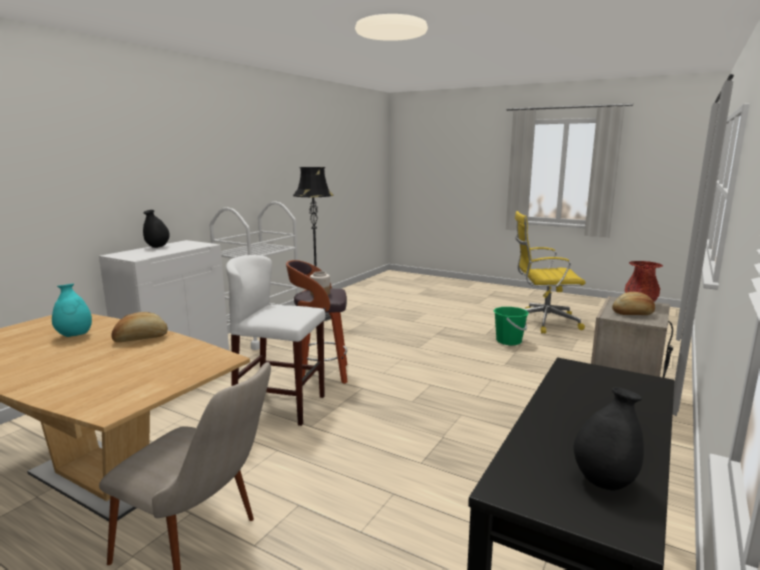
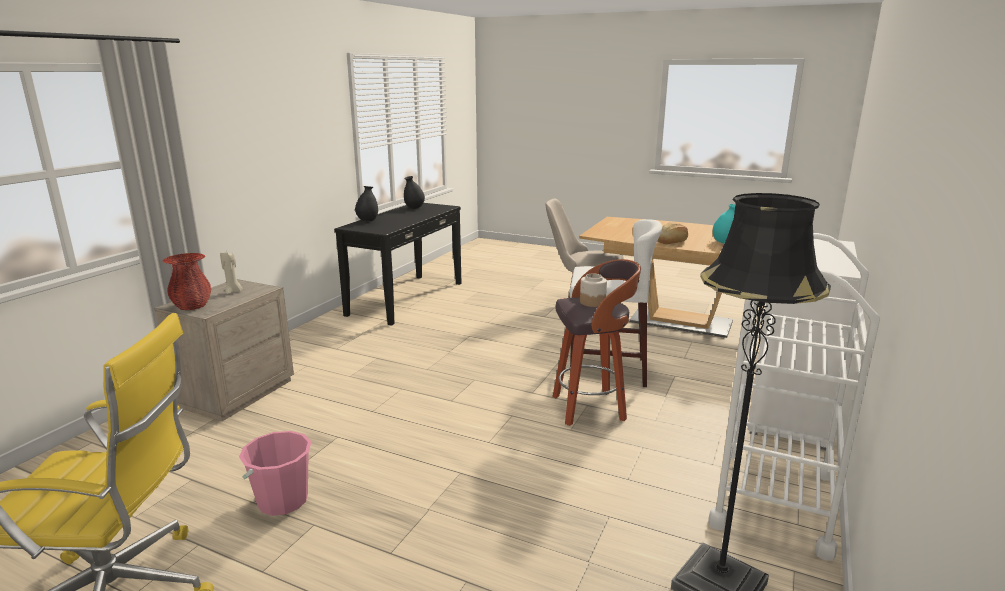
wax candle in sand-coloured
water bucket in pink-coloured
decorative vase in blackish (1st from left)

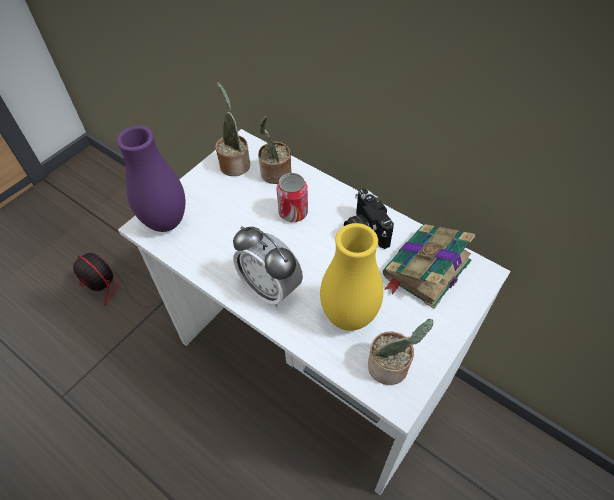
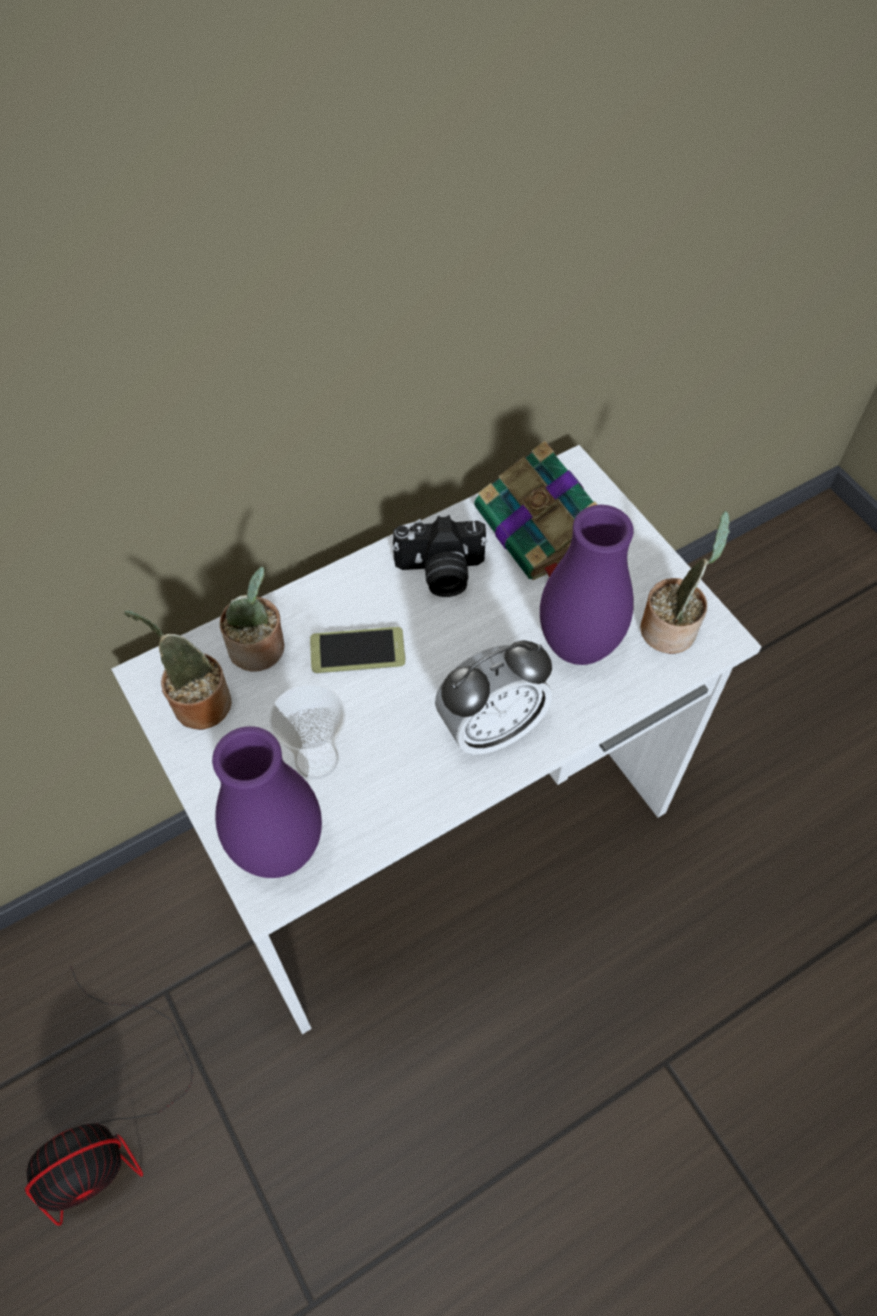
drinking cup
telephone
decorative vase in purple-coloured (2nd from left)

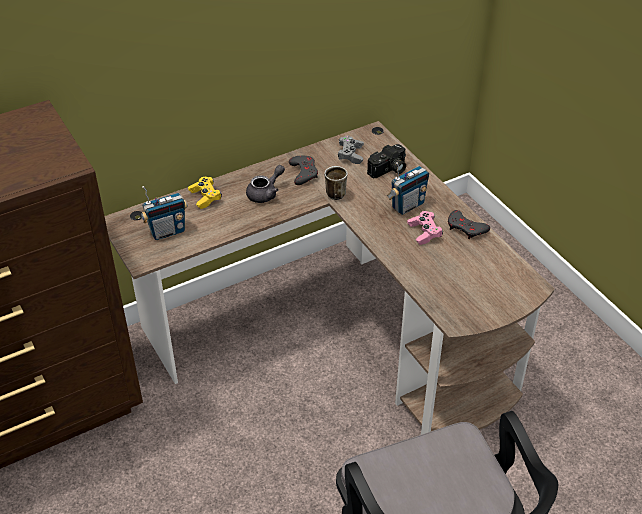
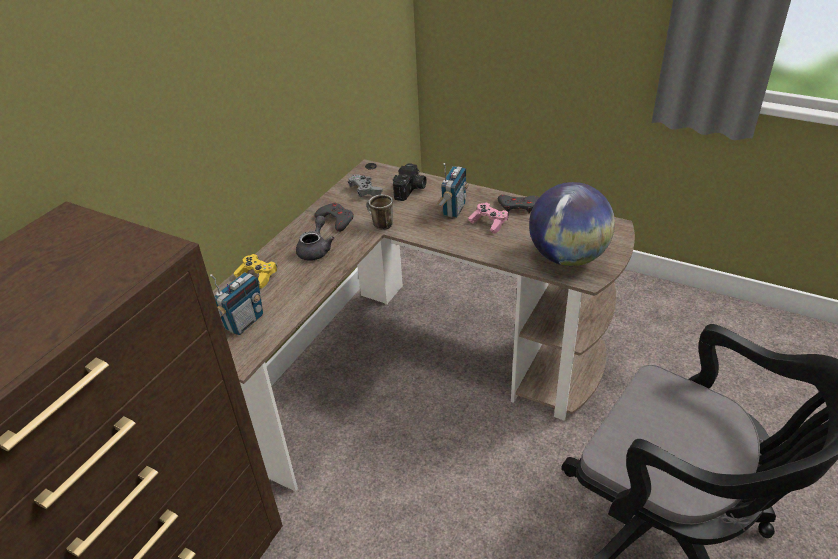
world globe

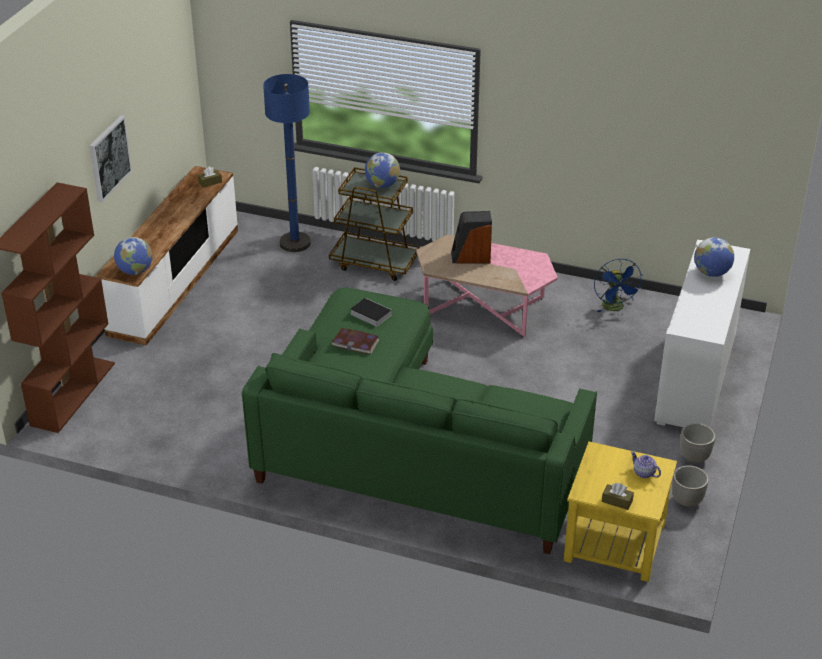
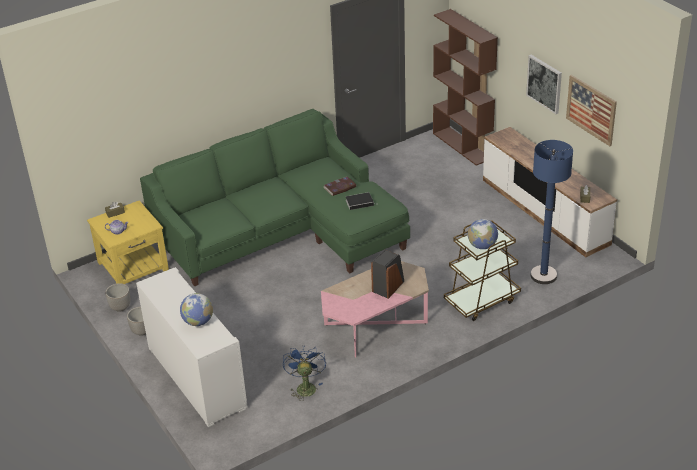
fan in bluish
picture (2nd from left)
world globe (1st from left in the first image)

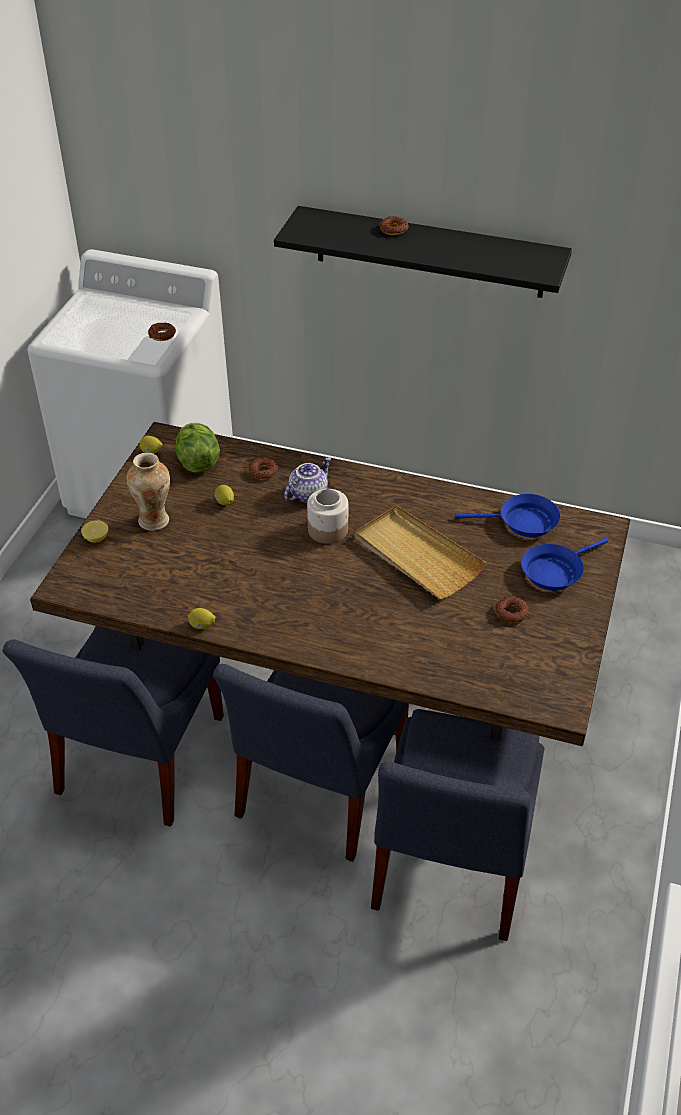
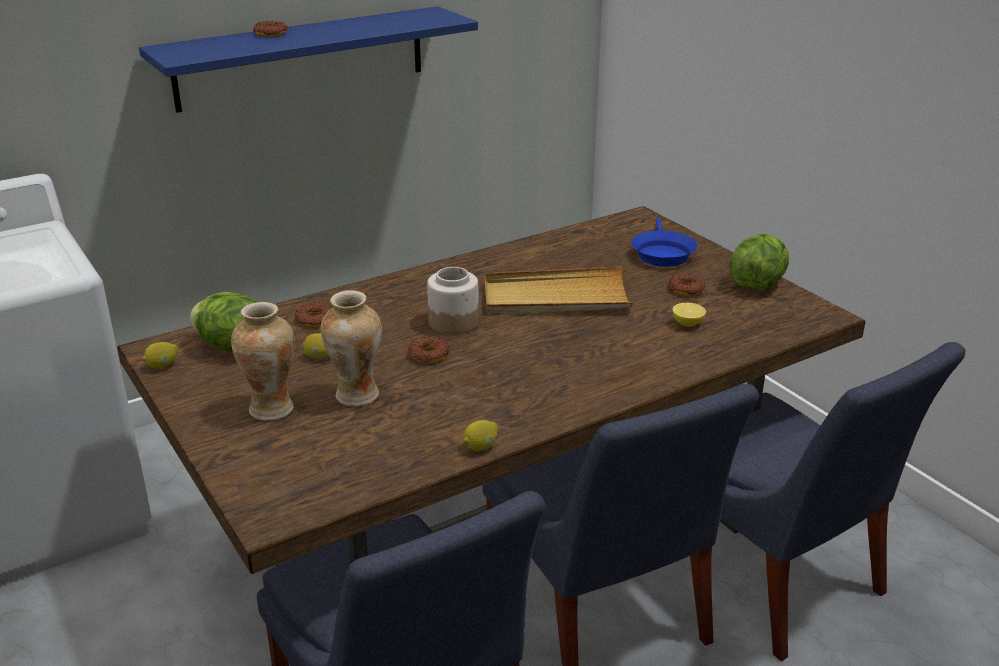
bracket shelf in bluish
decorative vase (2nd from left)
donut (3rd from left)
whole lemon (4th from left)
lettuce head (2nd from left)
tea pot
pan in bluish (1st from left in the first image)

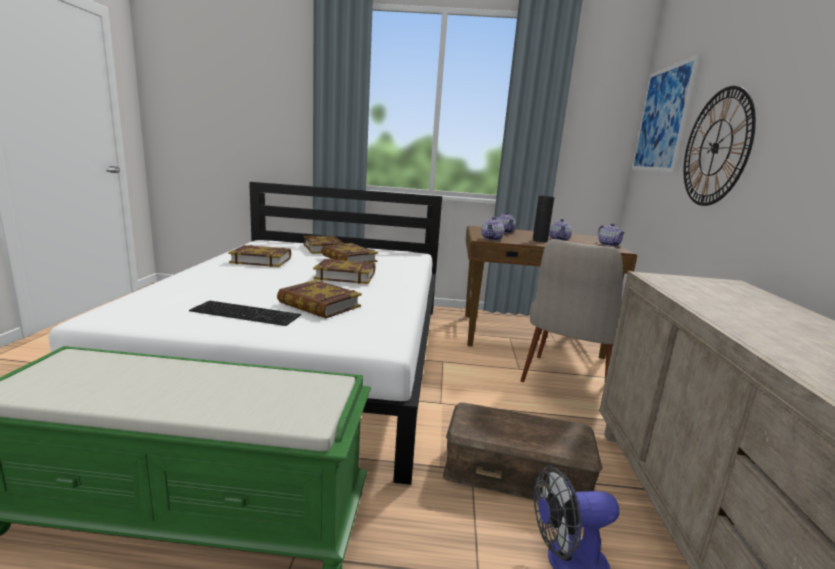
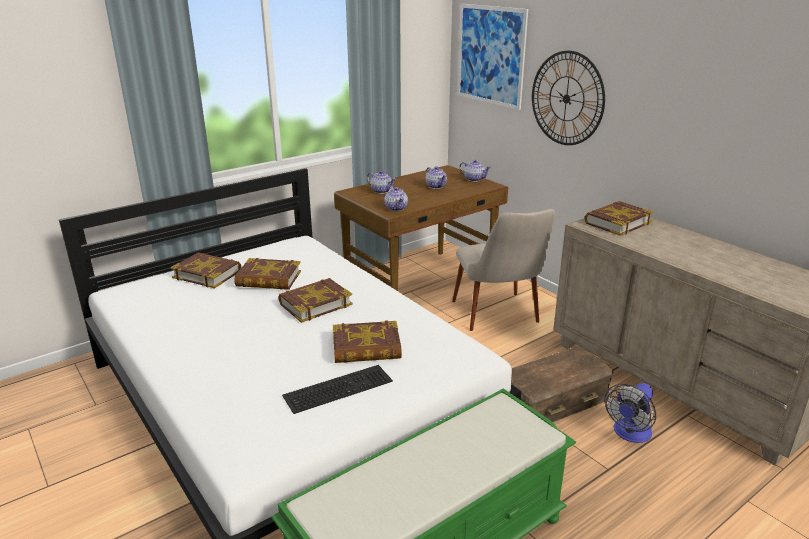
book (5th from left)
decorative vase in blackish

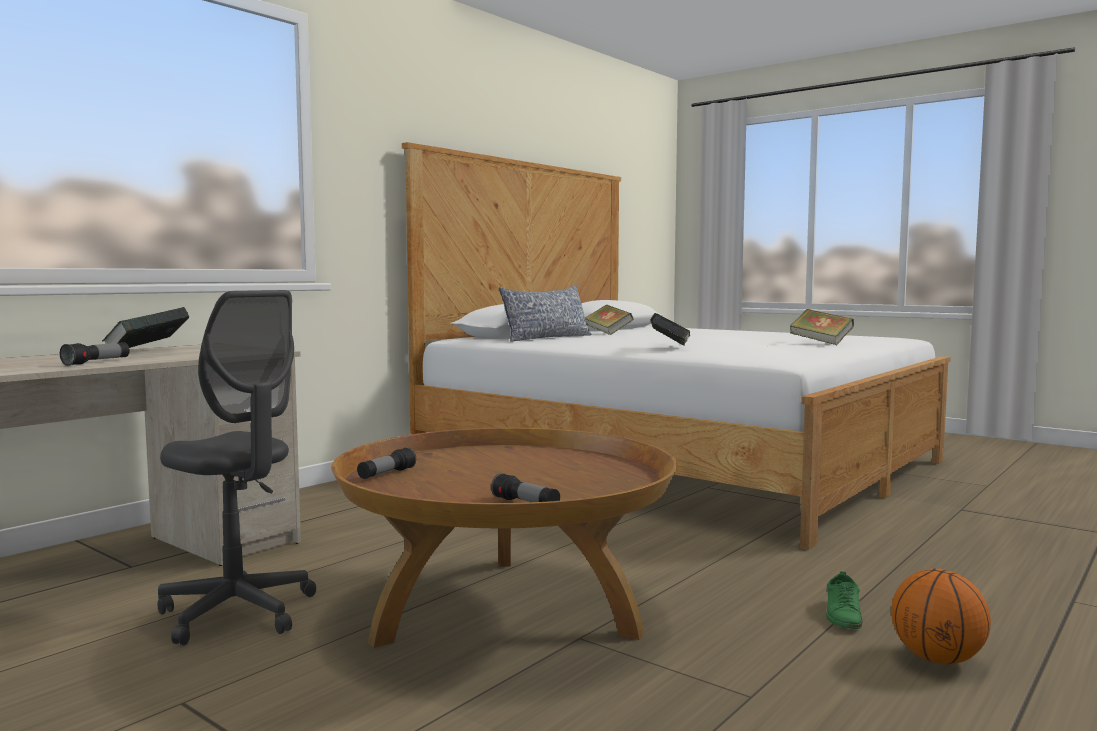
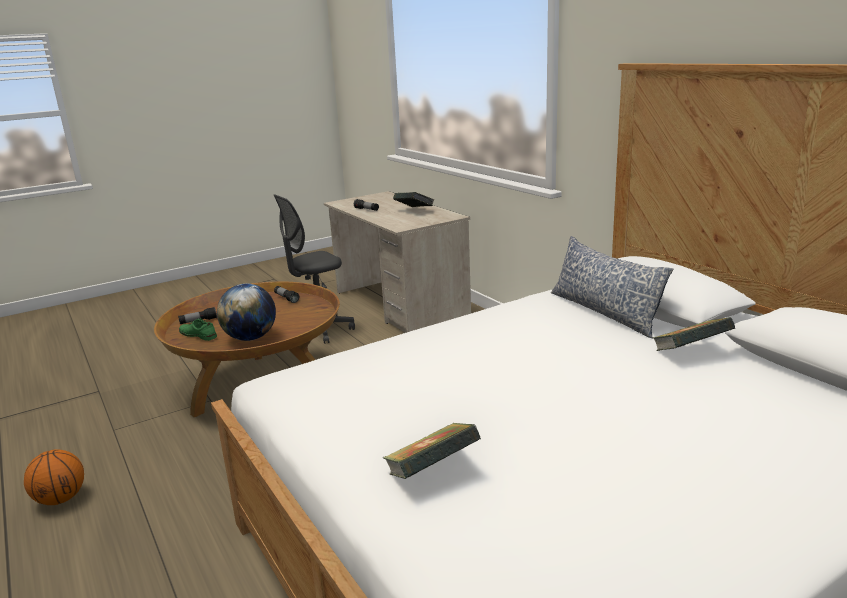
item of footwear in green-coloured
world globe
book (3rd from left in the first image)

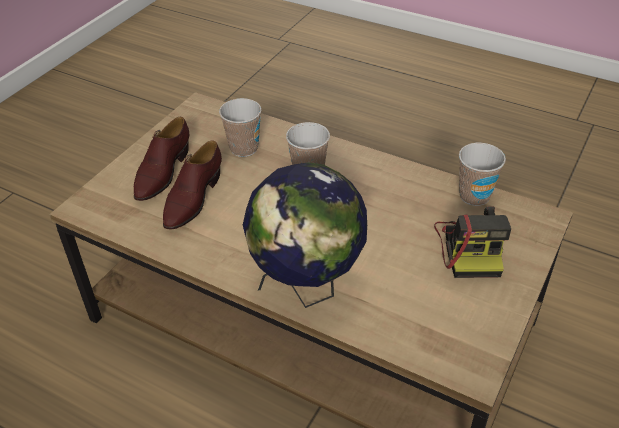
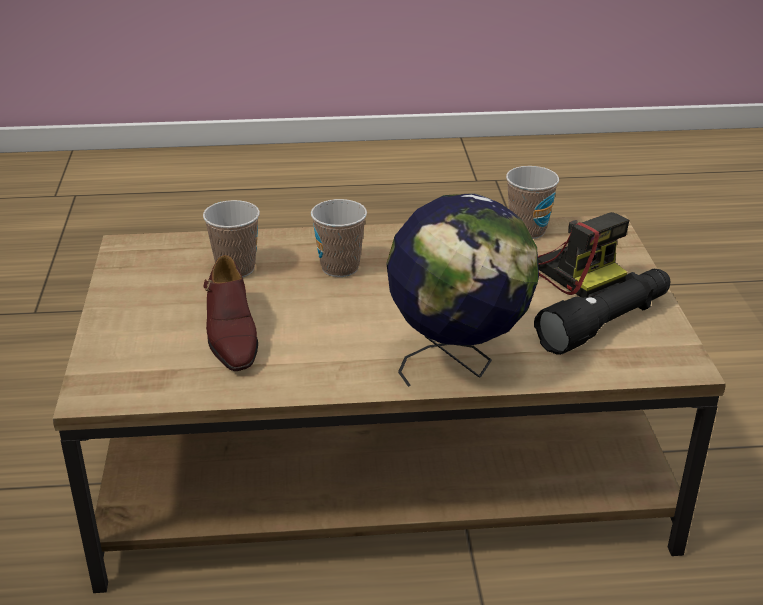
flashlight in blackish
item of footwear in brown (1st from left in the first image)

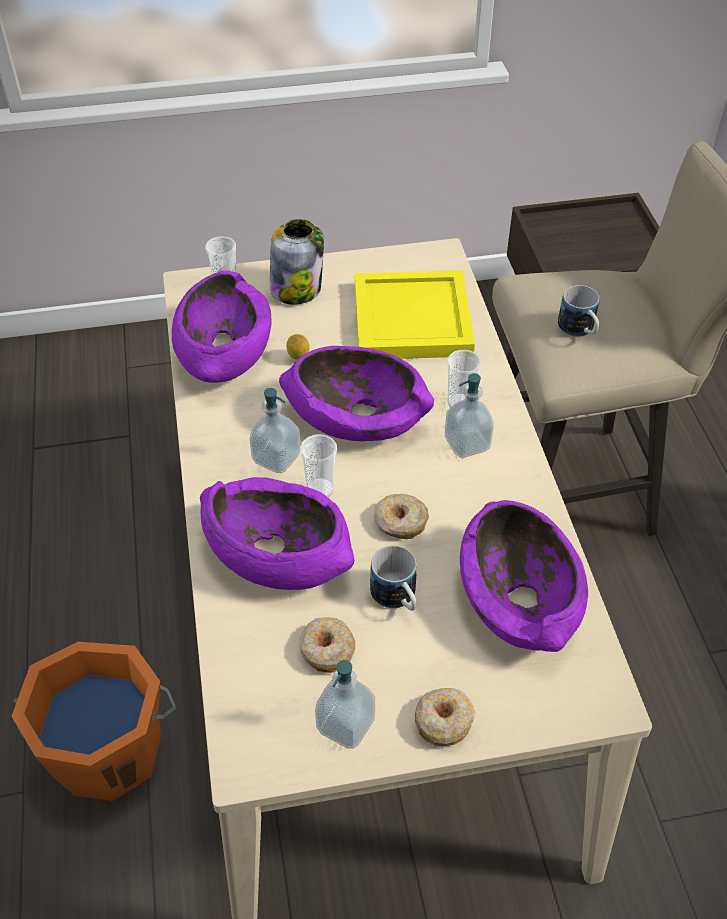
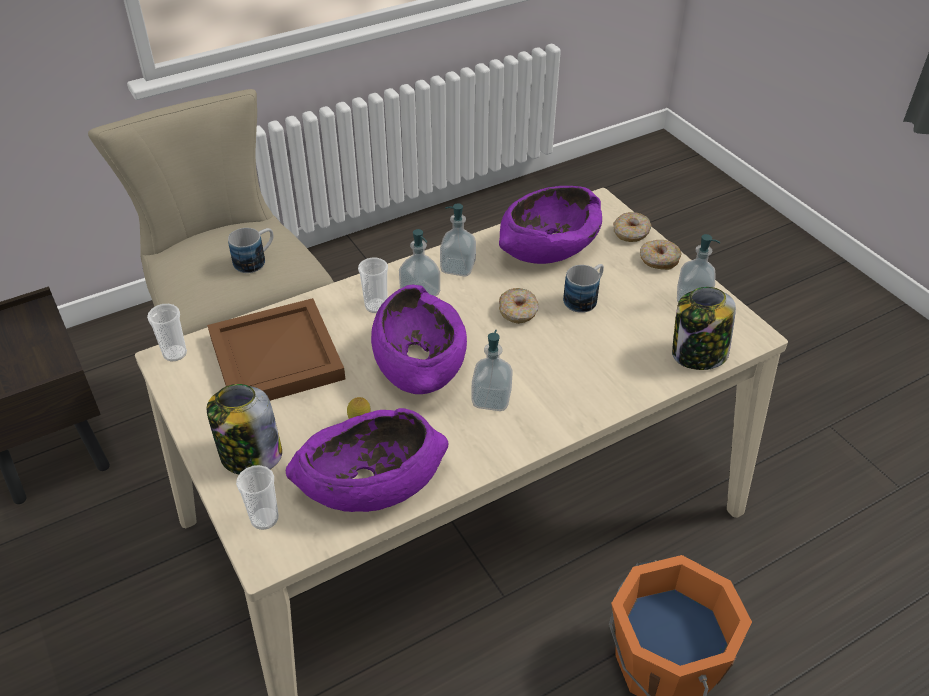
drinking cup (1st from left)
tray in brown
soap bottle (2nd from left)
donut (2nd from left)
jar (2nd from left)
bowl in purple-coloured (2nd from left in the first image)

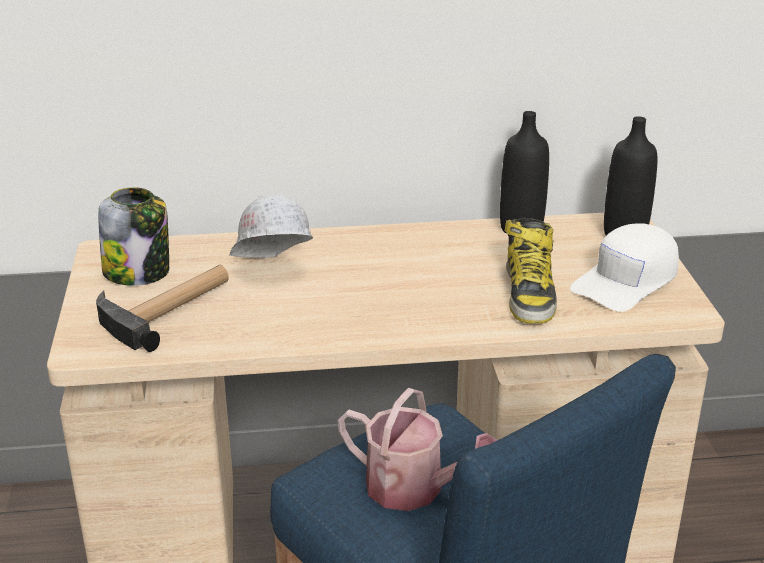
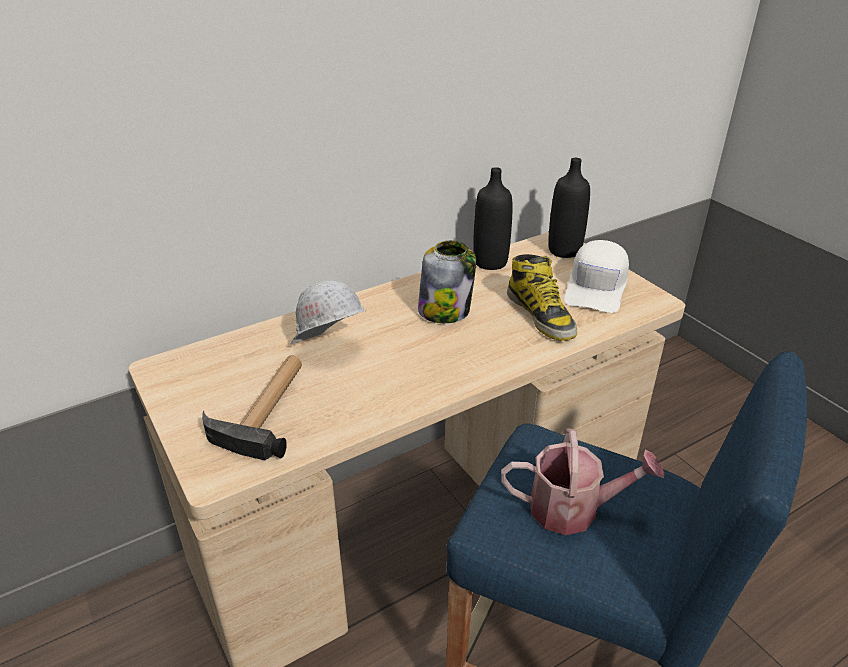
jar

